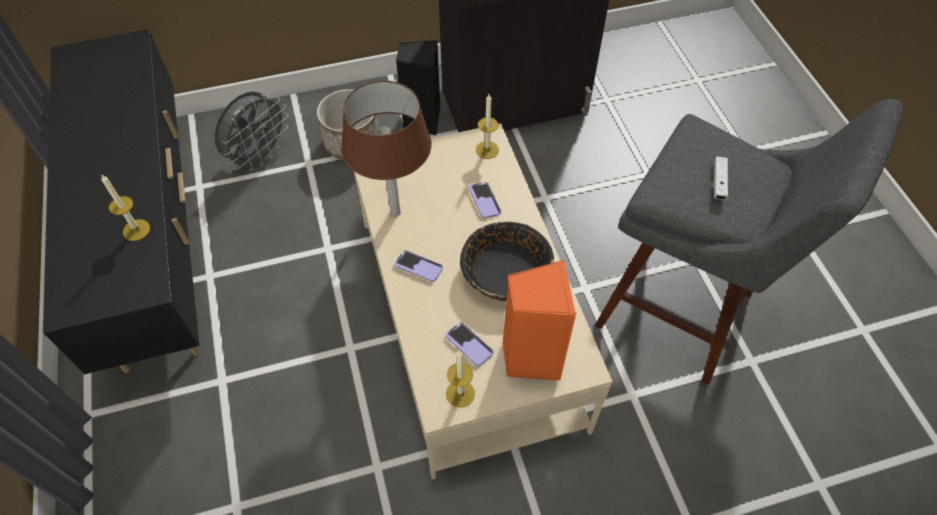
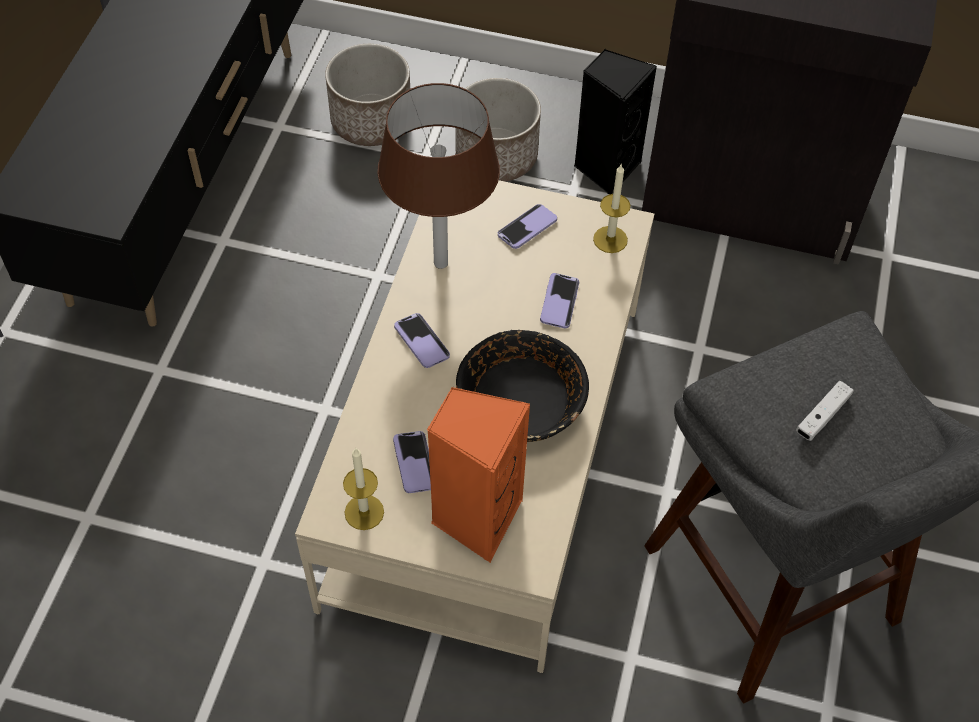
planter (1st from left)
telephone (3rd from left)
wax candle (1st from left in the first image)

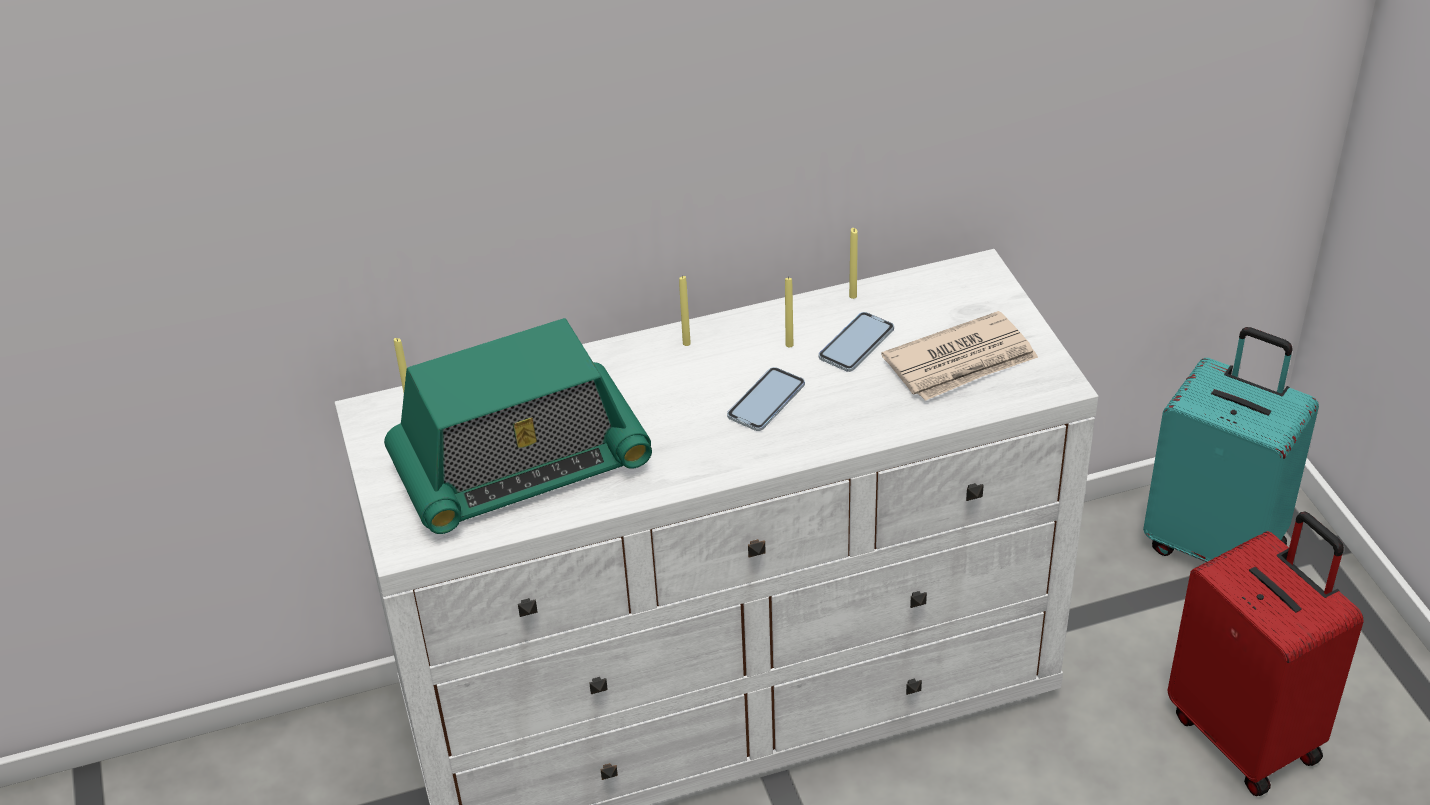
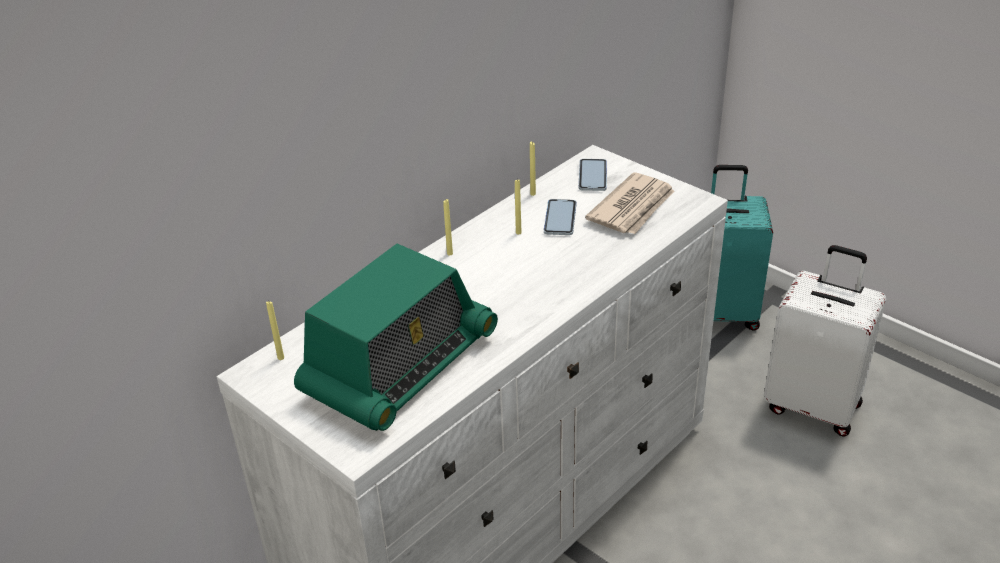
telephone (2nd from left)
travel case in white-coloured

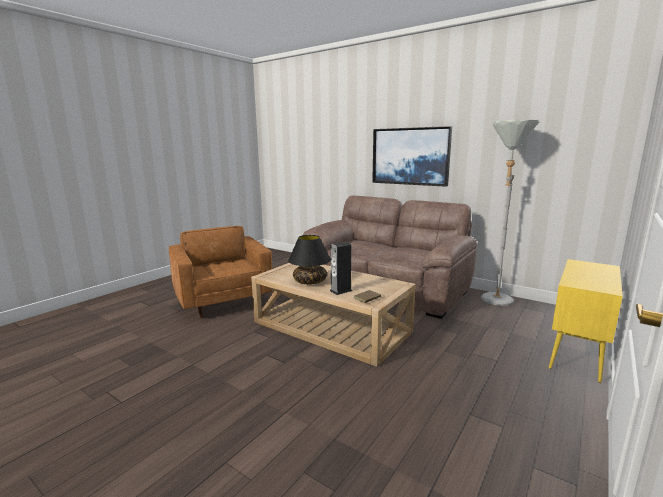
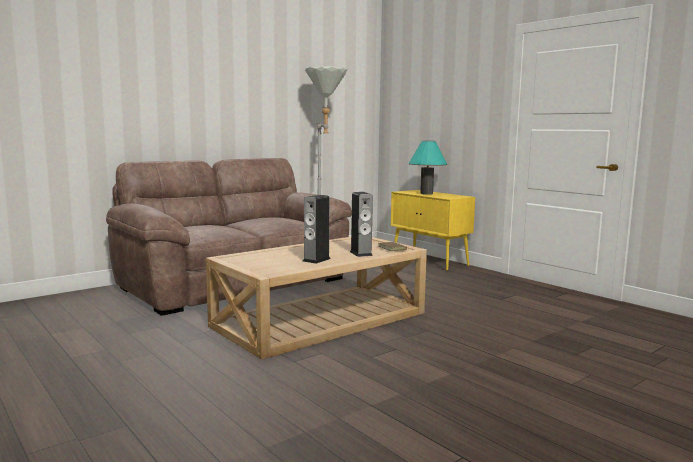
loudspeaker (1st from left)
tabletop lamp in blue-green
easy chair in brown
picture

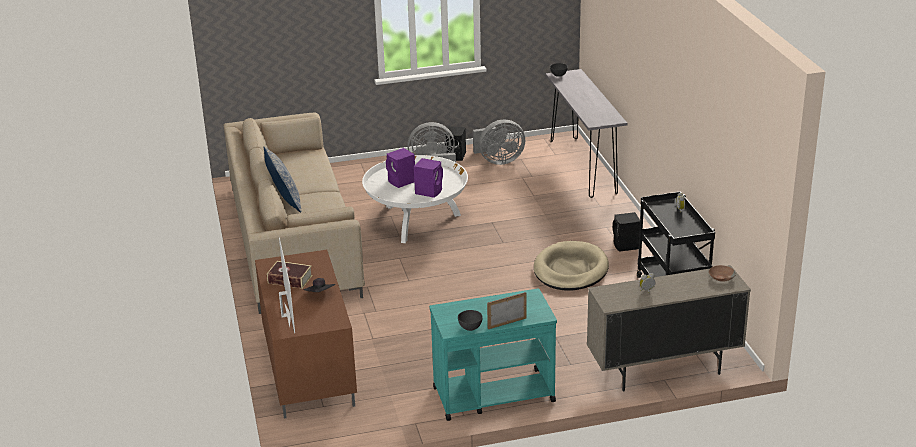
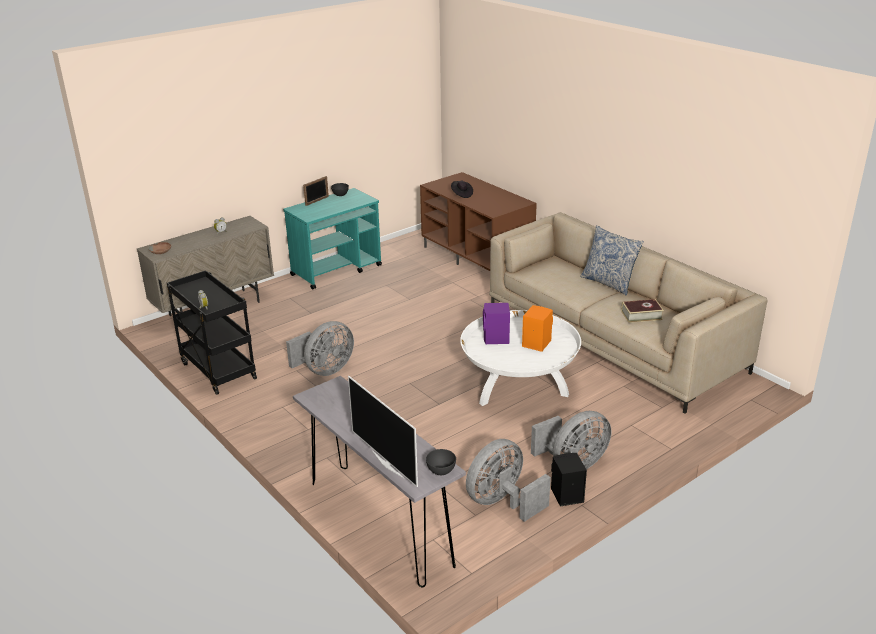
fan in greyish (1st from left)
TV
loudspeaker in orange
book
loudspeaker in blackish (2nd from left in the first image)

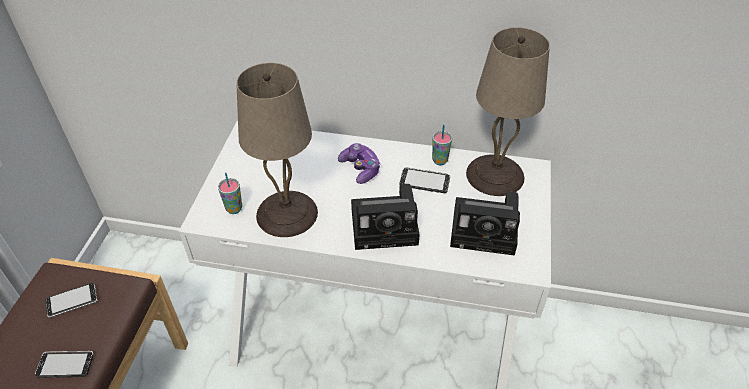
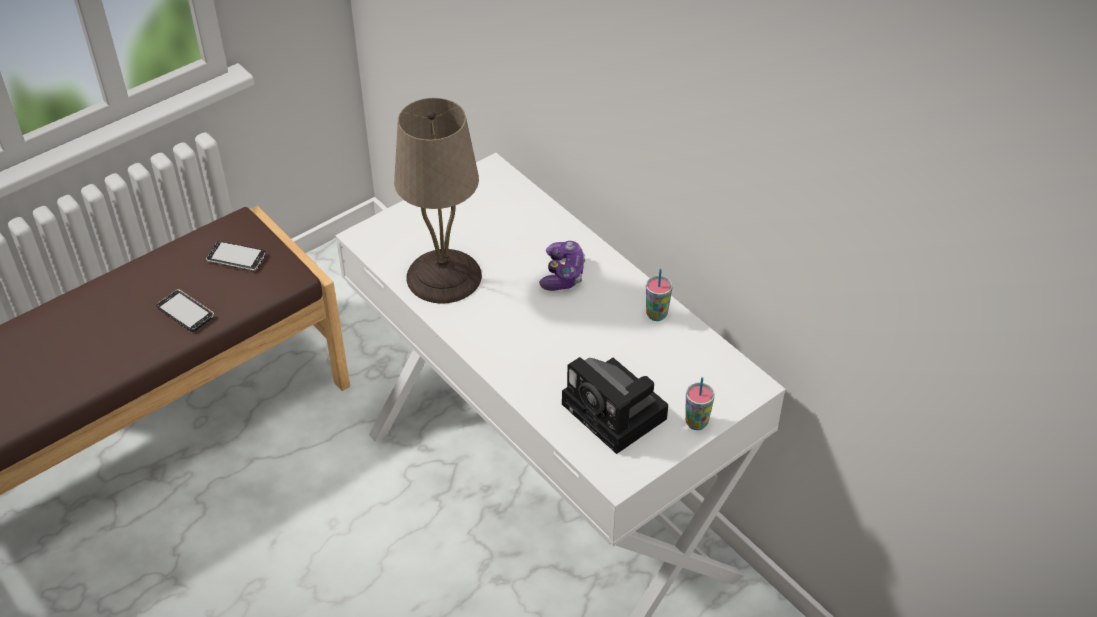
drinking cup (2nd from left)
still camera (1st from left in the first image)
telephone (3rd from left in the first image)
tabletop lamp in sand-coloured (2nd from left in the first image)

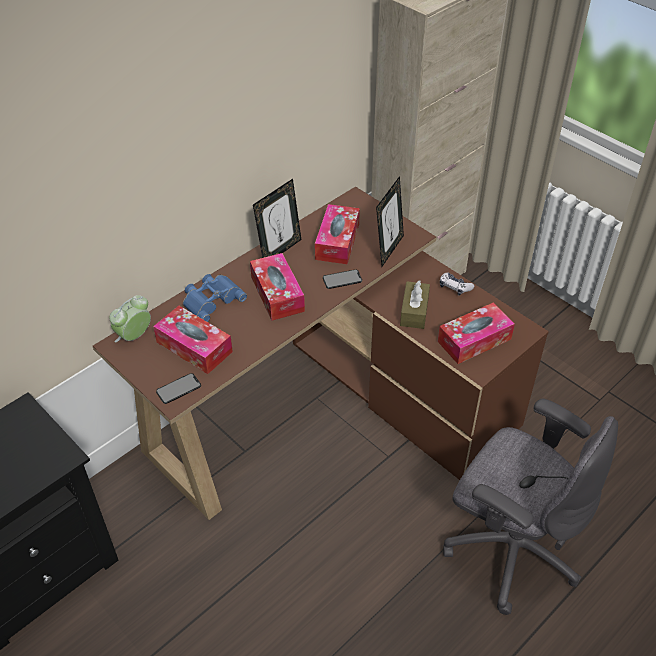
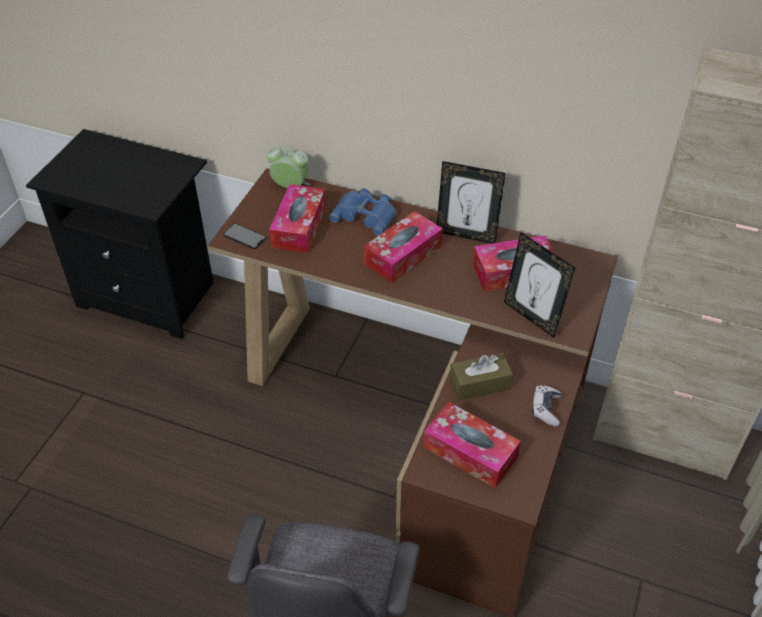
photo frame (2nd from left)
telephone (2nd from left in the first image)

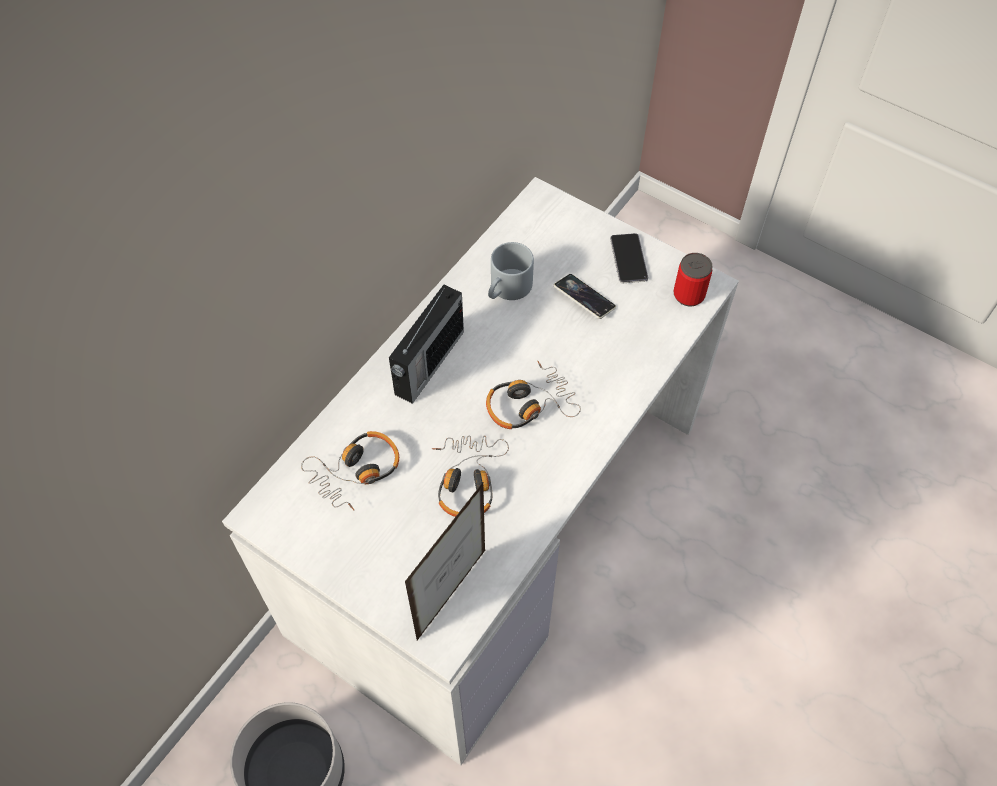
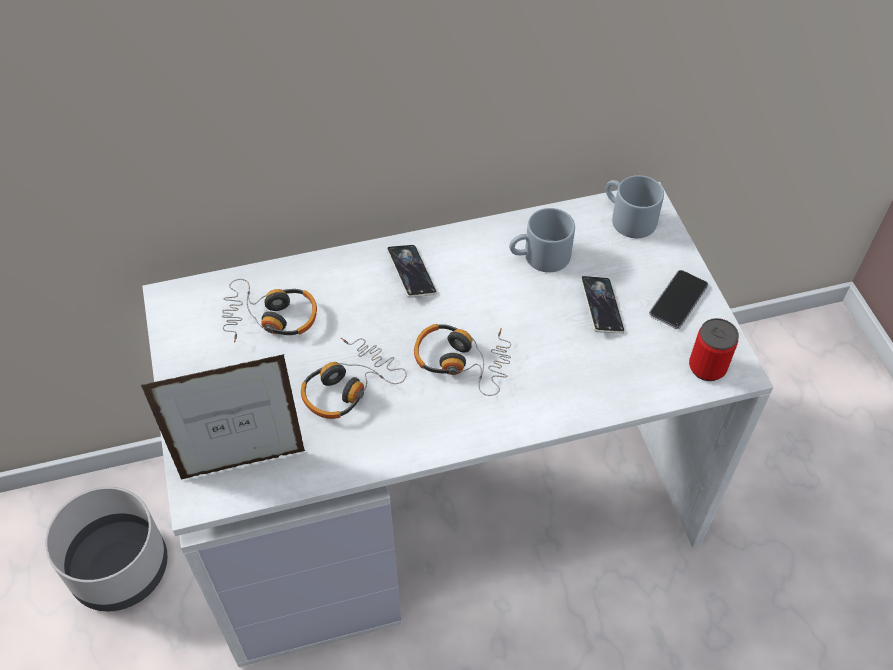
telephone (1st from left)
tea mug in greyish (2nd from left)

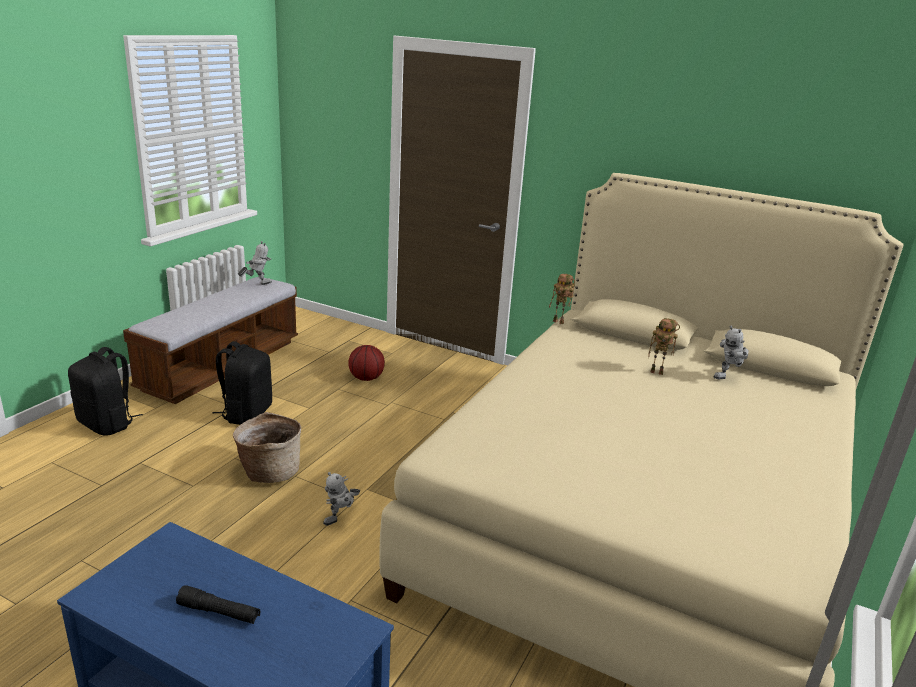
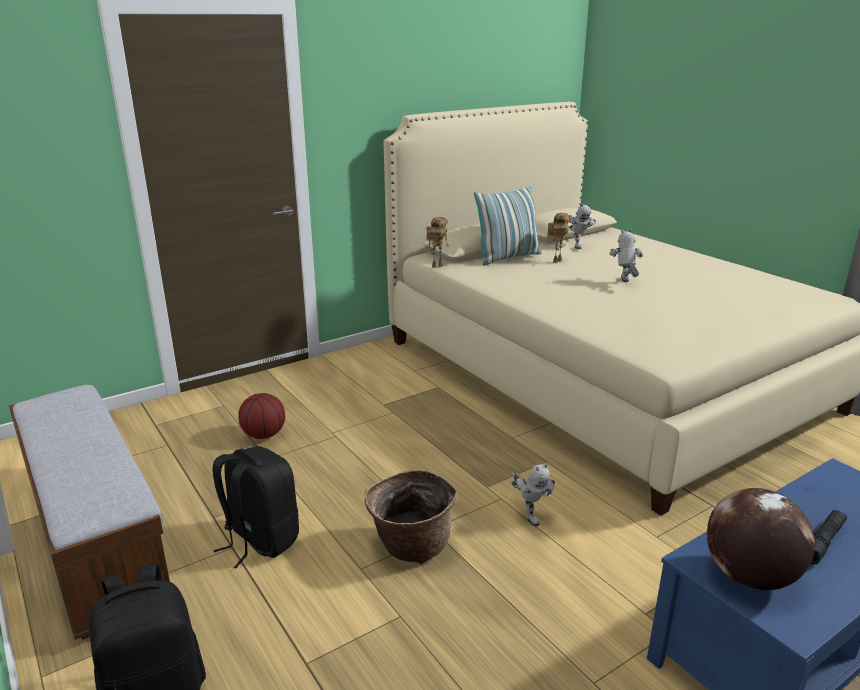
throw pillow
toy robot (5th from left)
world globe

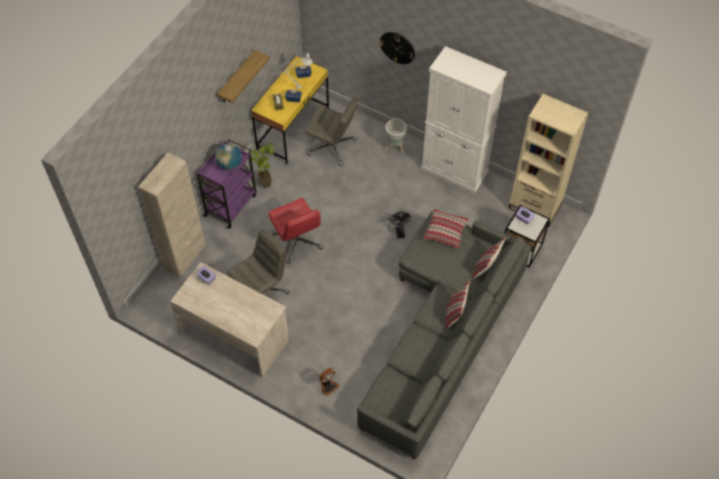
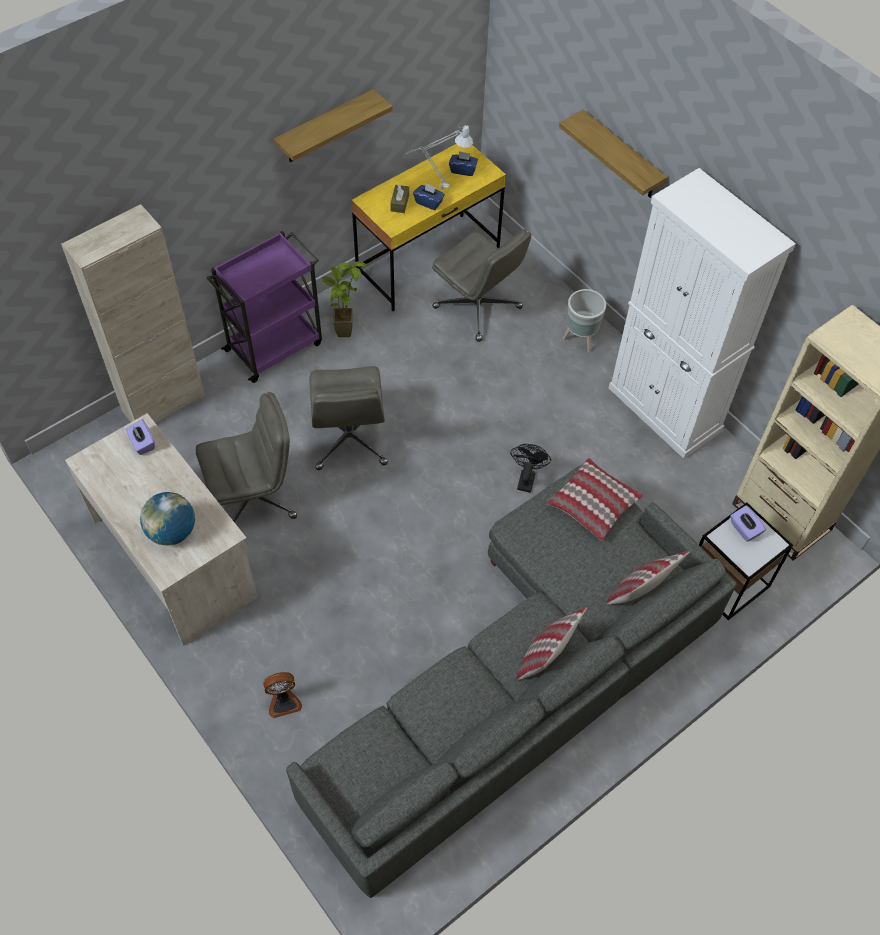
world globe
office chair in greyish (2nd from left)
bracket shelf (2nd from left)

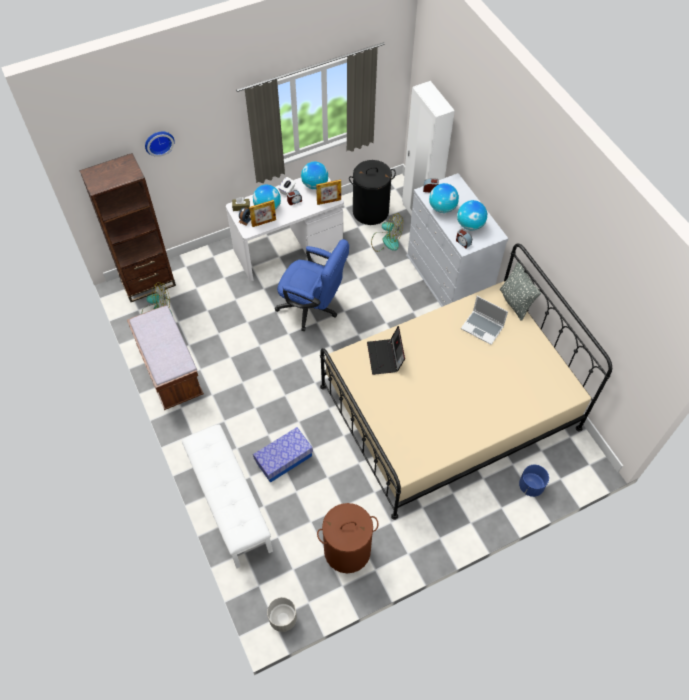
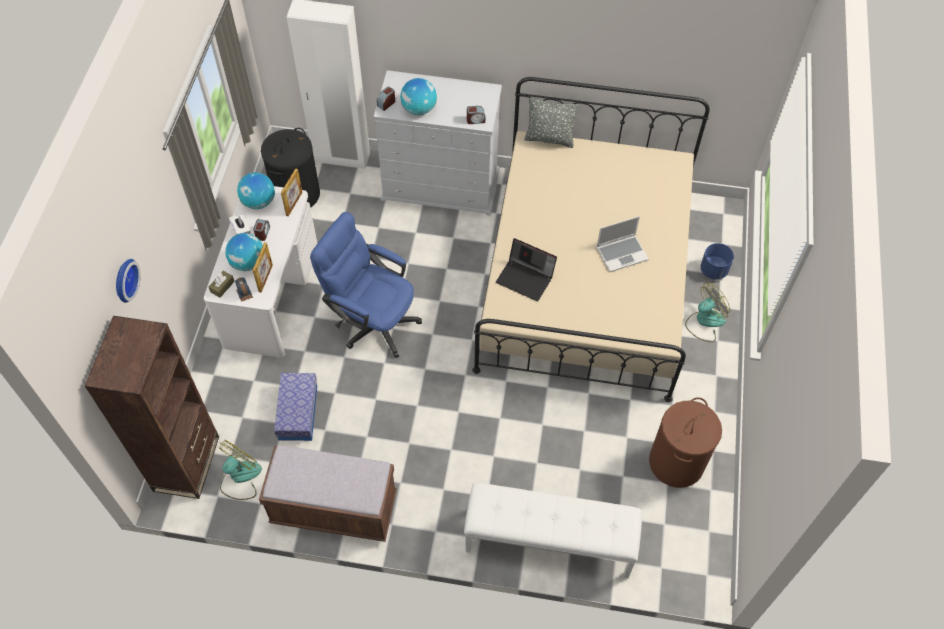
storage box
office chair in bluish
laptop (2nd from left)
fan (2nd from left)
planter in greyish
world globe (4th from left in the first image)

